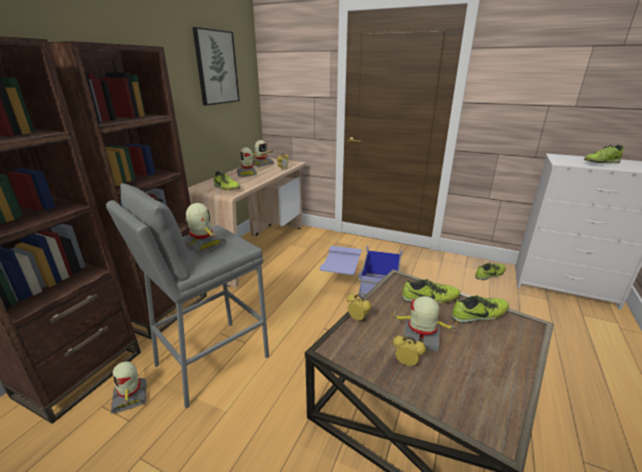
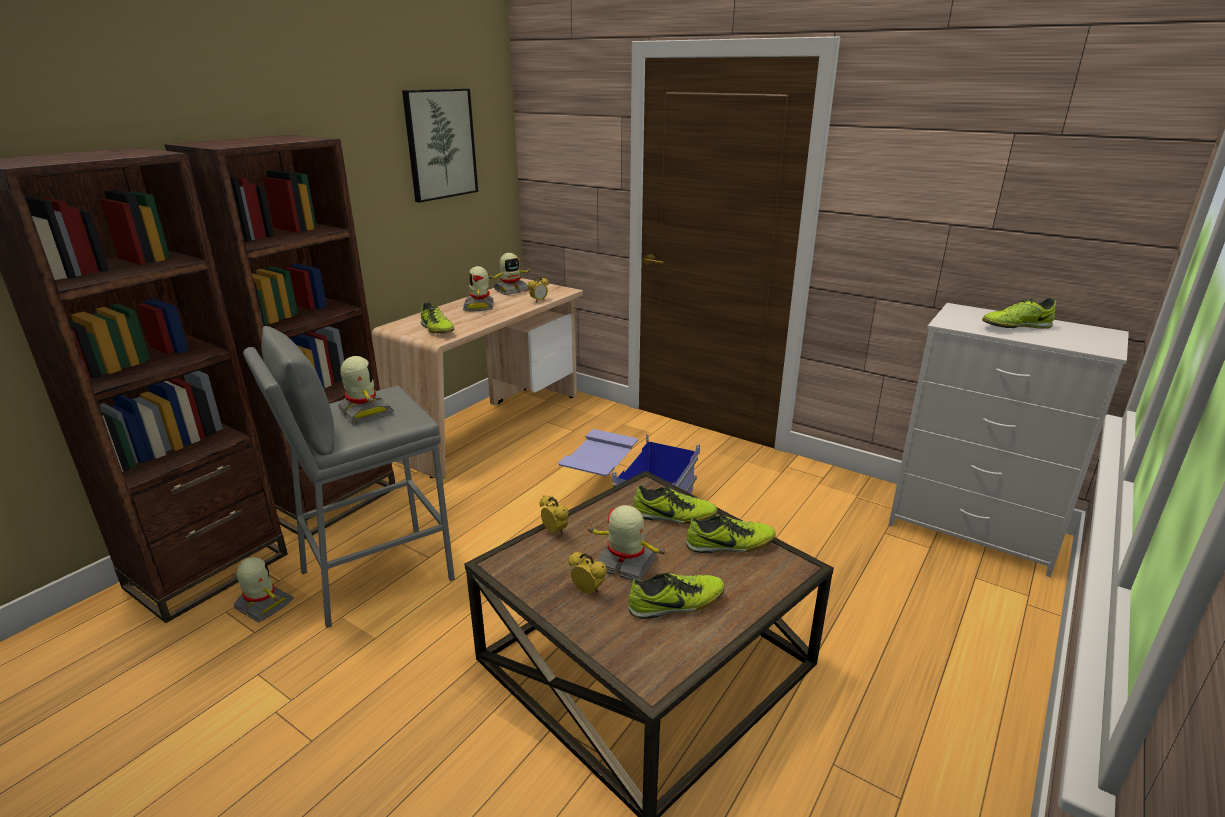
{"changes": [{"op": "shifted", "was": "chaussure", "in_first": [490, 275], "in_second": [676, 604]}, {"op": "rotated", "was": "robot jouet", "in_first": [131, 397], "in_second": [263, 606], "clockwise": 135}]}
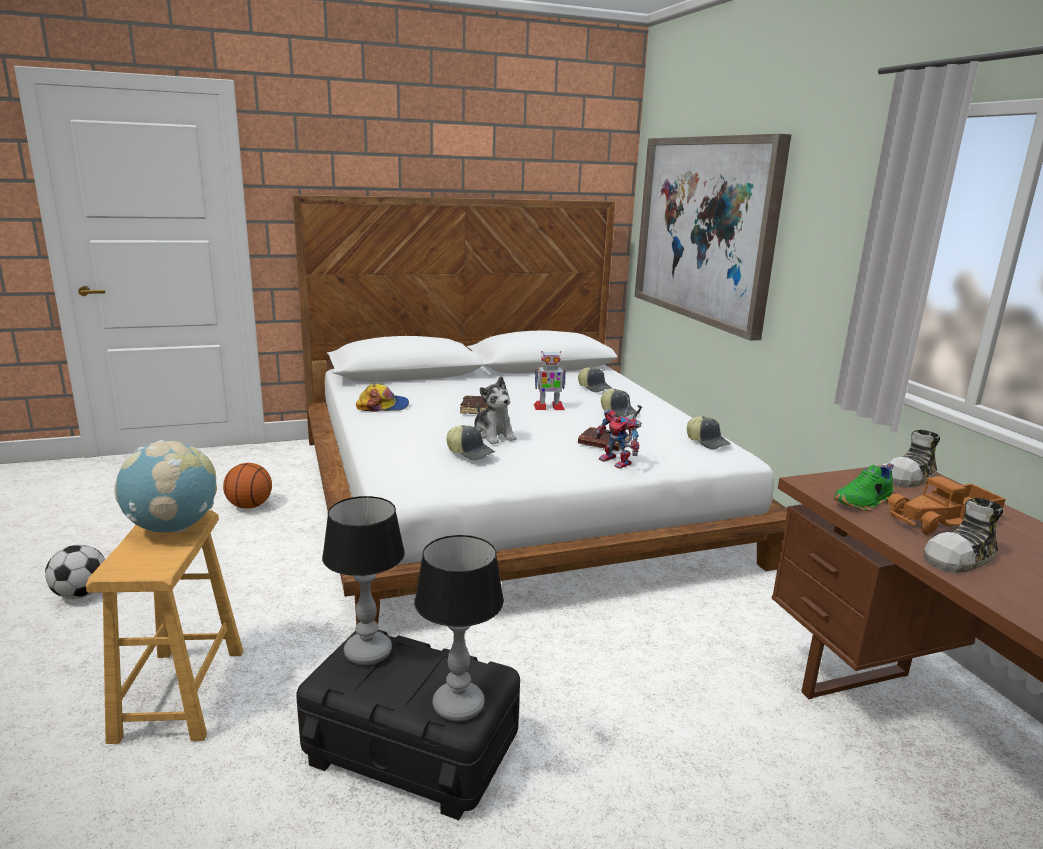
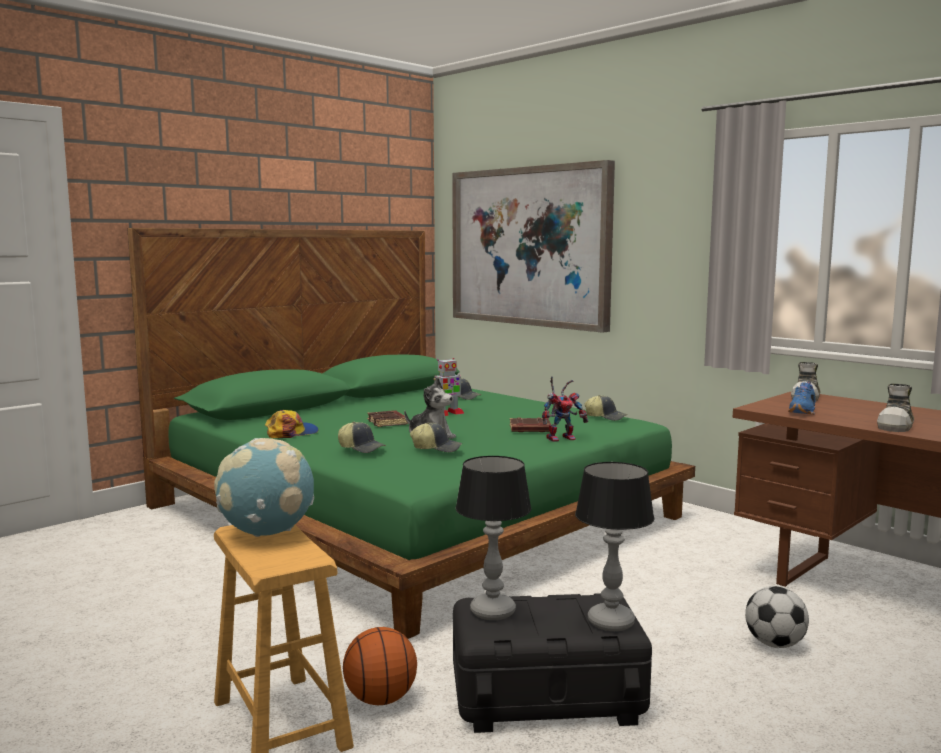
{"changes": [{"op": "gone", "was": "camion jouet", "in_first": [944, 520]}, {"op": "shifted", "was": "ballon de foot", "in_first": [81, 594], "in_second": [774, 644]}, {"op": "shifted", "was": "ballon de basket", "in_first": [249, 506], "in_second": [380, 699]}, {"op": "shifted", "was": "casquette", "in_first": [619, 412], "in_second": [362, 448]}, {"op": "repainted", "was": "lit [blanc]", "now": "lit [vert]", "in_first": [510, 496], "in_second": [414, 511]}, {"op": "repainted", "was": "chaussure [vert]", "now": "chaussure [bleu]", "in_first": [864, 502], "in_second": [803, 411]}, {"op": "rotated", "was": "robot jouet", "in_first": [619, 462], "in_second": [562, 438], "clockwise": -45}]}
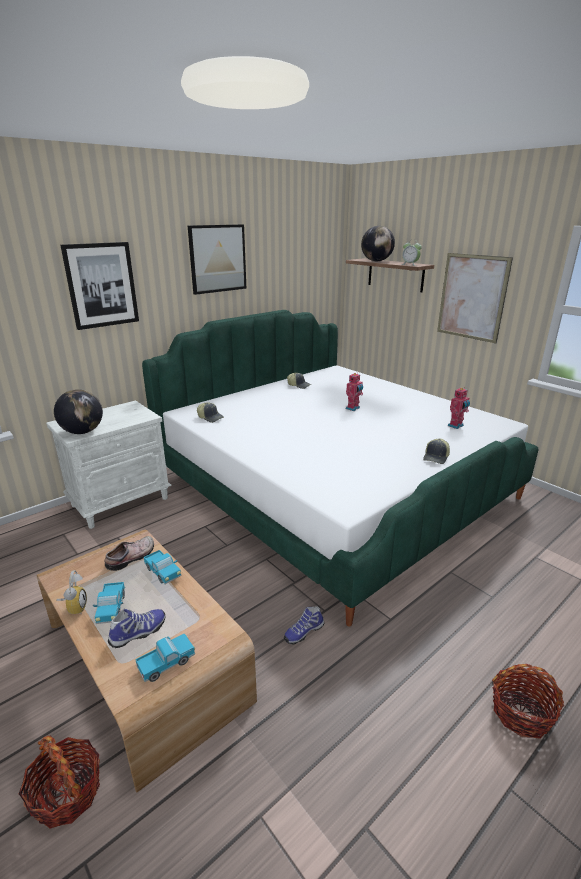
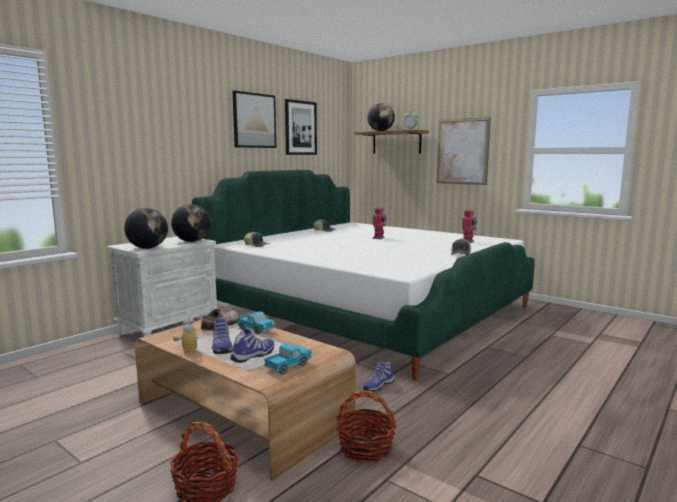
{"changes": [{"op": "new", "now": "globe", "in_second": [192, 241]}, {"op": "shifted", "was": "tableau", "in_first": [101, 285], "in_second": [300, 128]}, {"op": "shifted", "was": "panier", "in_first": [521, 713], "in_second": [365, 448]}, {"op": "swapped", "was": "camion jouet", "now": "chaussure", "in_first": [111, 609], "in_second": [221, 347]}]}
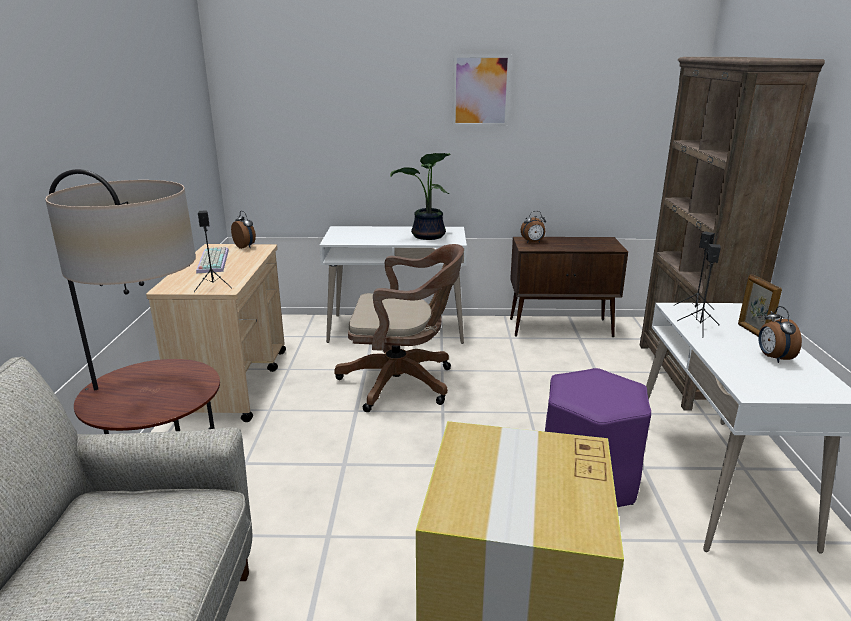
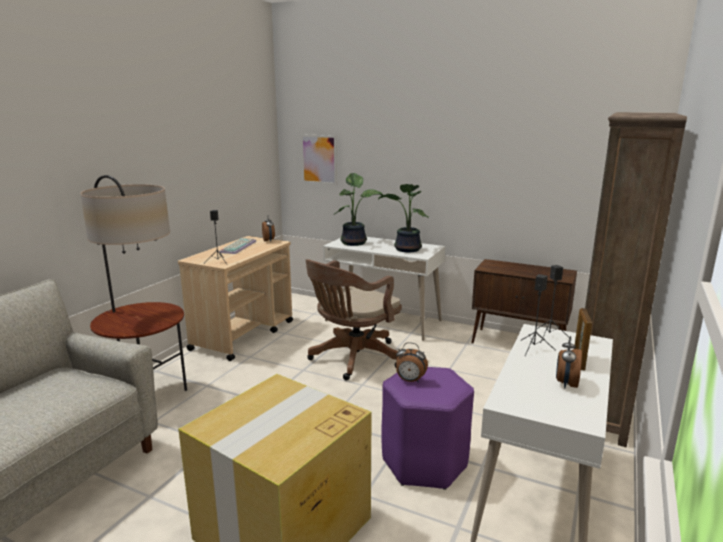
{"changes": [{"op": "new", "now": "plante en pot", "in_second": [355, 242]}, {"op": "shifted", "was": "tableau", "in_first": [481, 90], "in_second": [319, 159]}, {"op": "shifted", "was": "réveil", "in_first": [533, 242], "in_second": [410, 380]}, {"op": "rotated", "was": "chaise de bureau [marron]", "in_first": [403, 383], "in_second": [352, 359], "clockwise": 105}]}
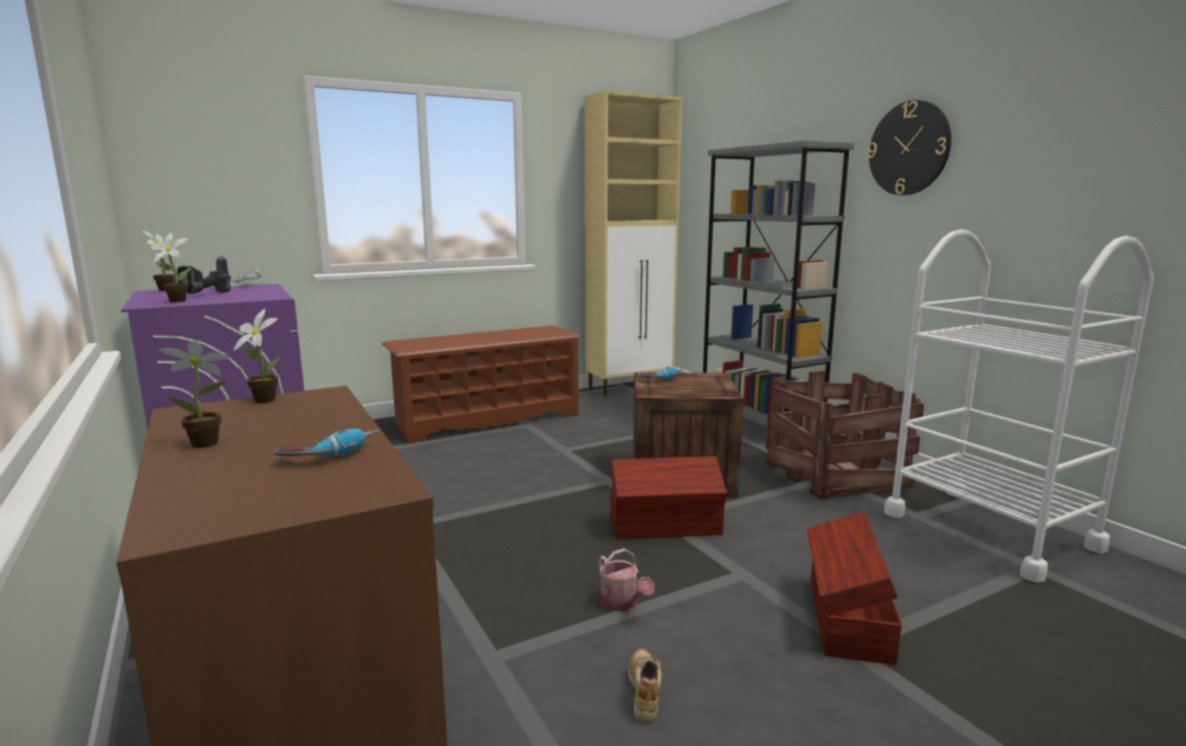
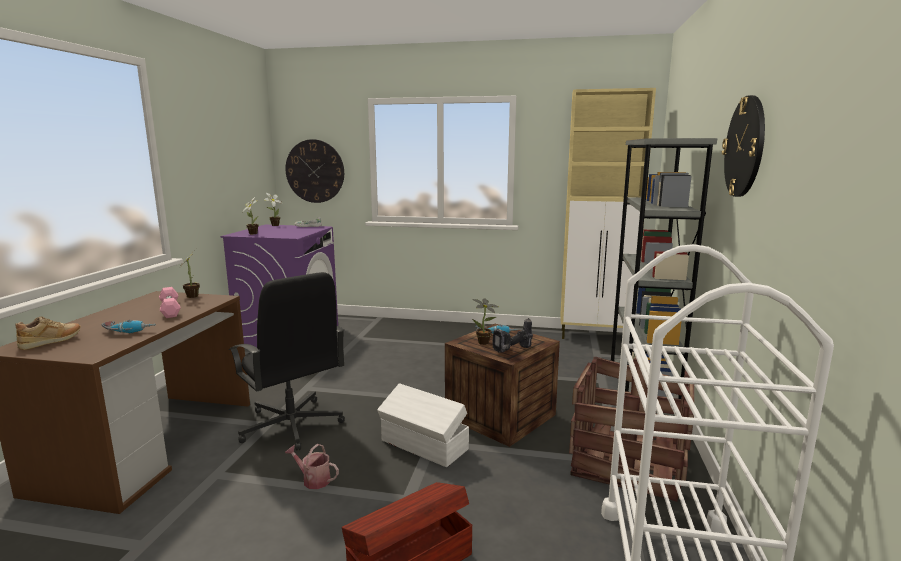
{"changes": [{"op": "gone", "was": "étagère à chaussures [marron]", "in_first": [487, 419]}, {"op": "new", "now": "haltère [rose]", "in_second": [170, 309]}, {"op": "new", "now": "chaise de bureau [noir]", "in_second": [291, 425]}, {"op": "new", "now": "horloge murale", "in_second": [315, 171]}, {"op": "shifted", "was": "plante en pot", "in_first": [209, 444], "in_second": [485, 343]}, {"op": "shifted", "was": "perceuse", "in_first": [208, 294], "in_second": [513, 351]}, {"op": "shifted", "was": "chaussure [beige]", "in_first": [644, 692], "in_second": [51, 342]}, {"op": "repainted", "was": "boîte de rangement [marron]", "now": "boîte de rangement [blanc]", "in_first": [666, 526], "in_second": [424, 445]}, {"op": "rotated", "was": "arrosoir", "in_first": [622, 603], "in_second": [313, 480], "clockwise": 105}]}
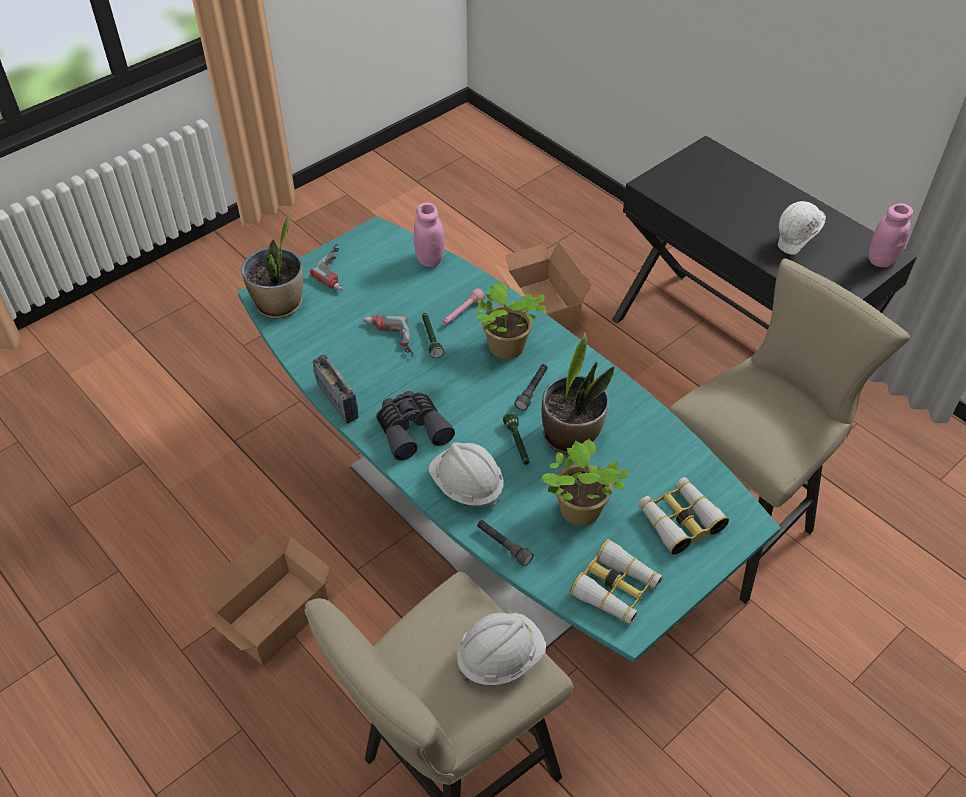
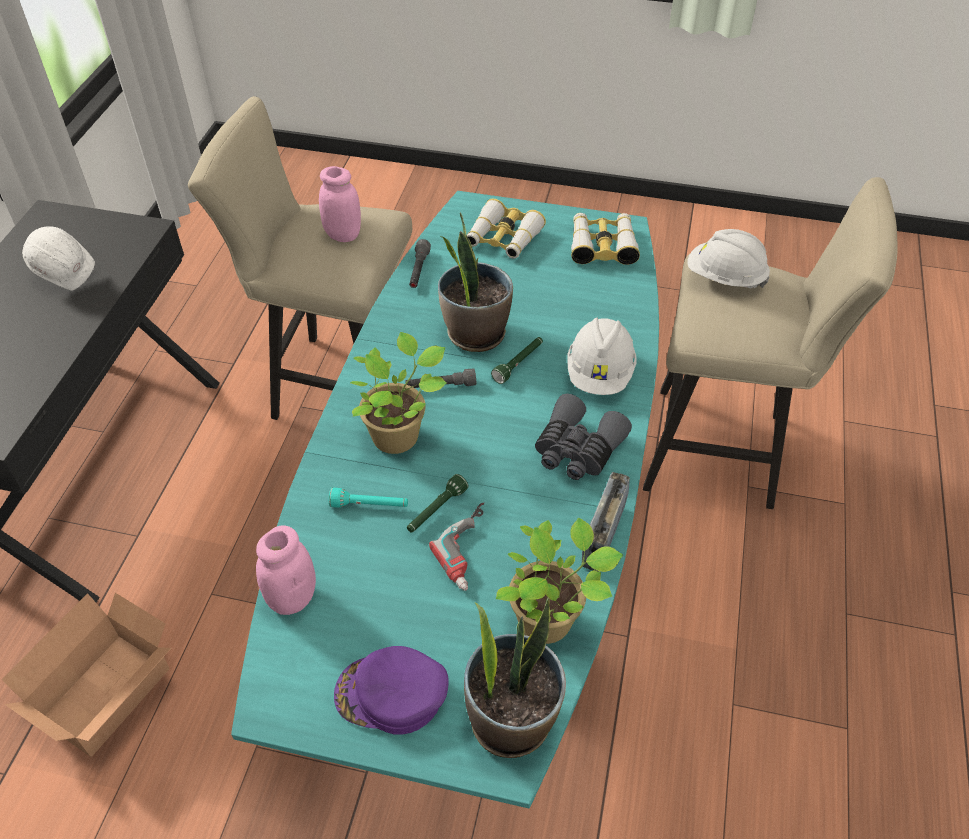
{"changes": [{"op": "gone", "was": "carton", "in_first": [272, 616]}, {"op": "shifted", "was": "lampe de poche [gris]", "in_first": [503, 545], "in_second": [418, 270]}, {"op": "shifted", "was": "plante en pot", "in_first": [578, 512], "in_second": [549, 620]}, {"op": "shifted", "was": "bocal [rose]", "in_first": [881, 260], "in_second": [343, 235]}, {"op": "swapped", "was": "perceuse", "now": "casquette [violet]", "in_first": [338, 271], "in_second": [391, 694]}, {"op": "repainted", "was": "lampe de poche [rose]", "now": "lampe de poche [turquoise]", "in_first": [462, 312], "in_second": [369, 505]}]}
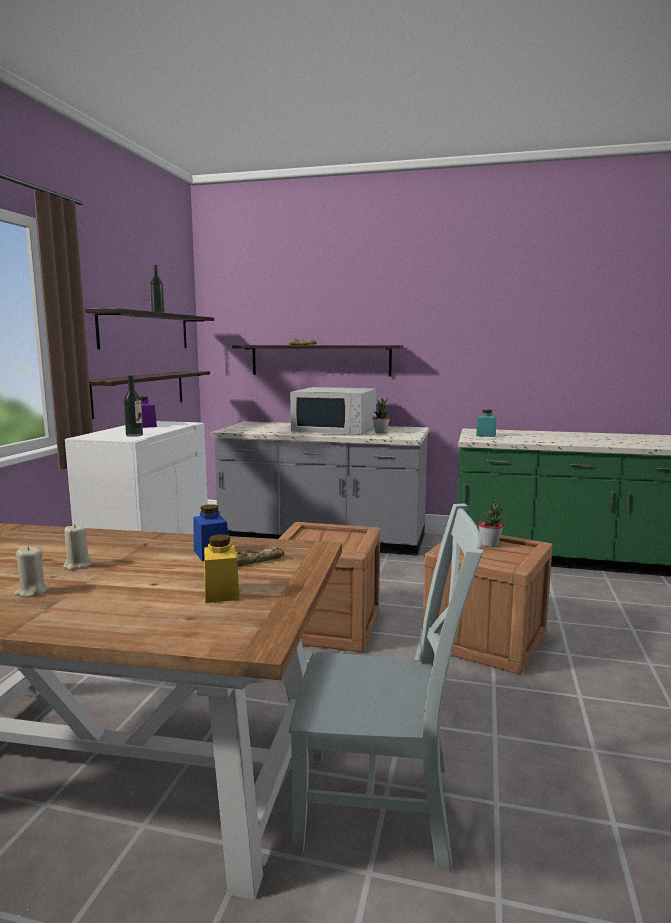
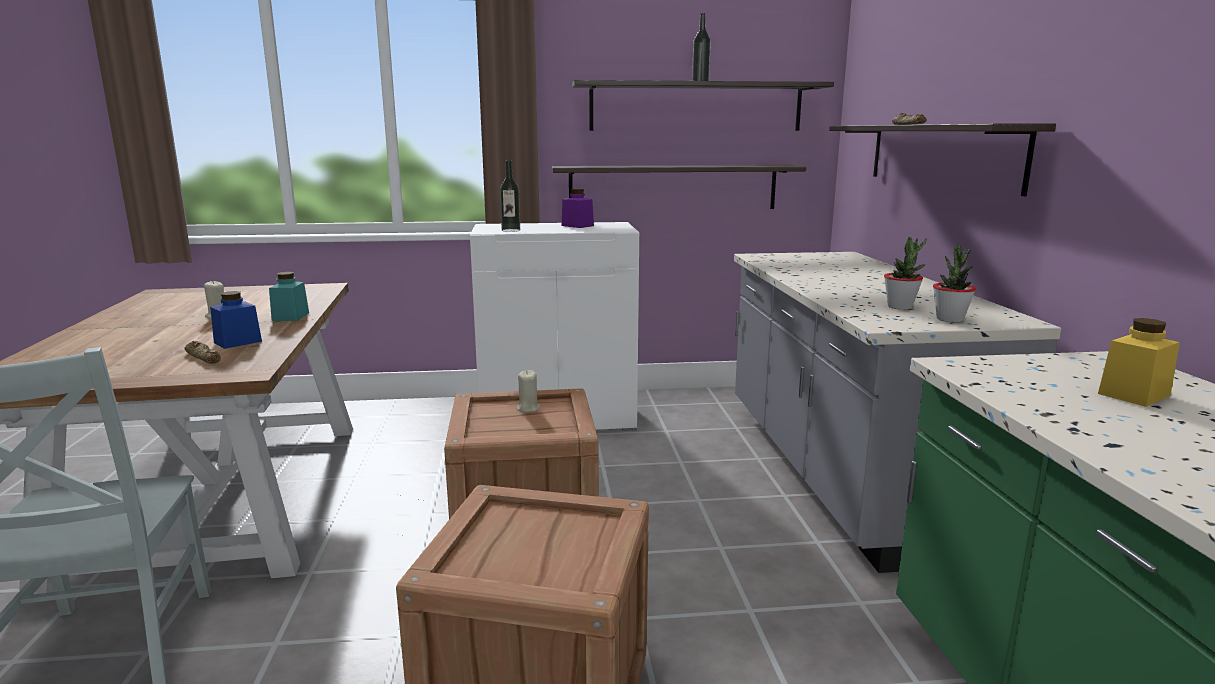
{"changes": [{"op": "gone", "was": "micro-ondes [blanc]", "in_first": [335, 430]}, {"op": "shifted", "was": "bougie [beige]", "in_first": [32, 592], "in_second": [527, 408]}, {"op": "shifted", "was": "bocal [jaune]", "in_first": [221, 593], "in_second": [1133, 395]}, {"op": "shifted", "was": "bocal [turquoise]", "in_first": [486, 435], "in_second": [290, 317]}, {"op": "shifted", "was": "plante en pot", "in_first": [489, 544], "in_second": [949, 319]}]}
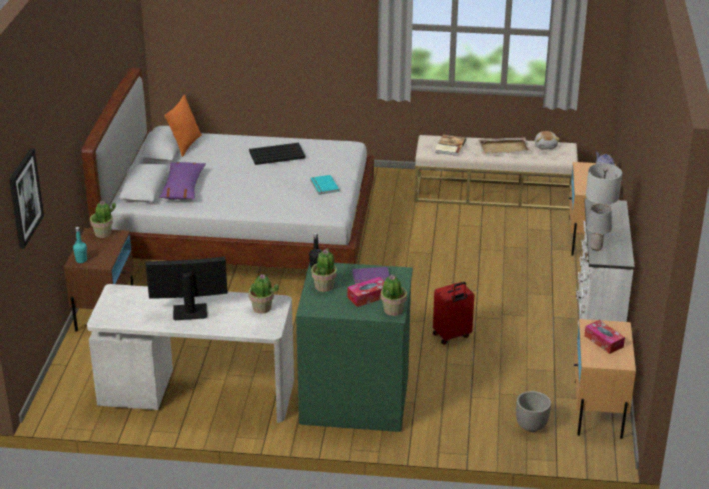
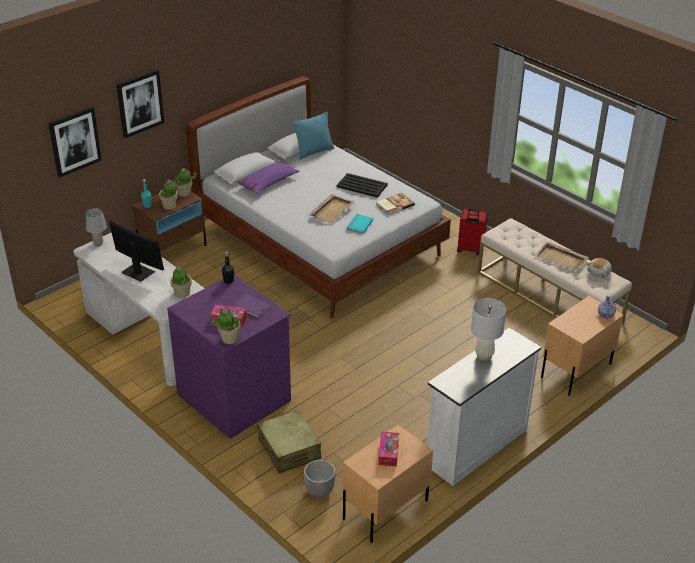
{"changes": [{"op": "new", "now": "tableau", "in_second": [140, 103]}, {"op": "new", "now": "valise [beige]", "in_second": [289, 449]}, {"op": "new", "now": "plateau [beige]", "in_second": [332, 210]}, {"op": "shifted", "was": "plante en pot", "in_first": [324, 286], "in_second": [169, 205]}, {"op": "shifted", "was": "valise [rouge]", "in_first": [452, 336], "in_second": [470, 250]}, {"op": "shifted", "was": "livre", "in_first": [449, 146], "in_second": [394, 204]}, {"op": "shifted", "was": "lampe de table [gris]", "in_first": [596, 247], "in_second": [98, 243]}, {"op": "repainted", "was": "coussin [orange]", "now": "coussin [turquoise]", "in_first": [185, 145], "in_second": [314, 152]}, {"op": "repainted", "was": "commode [vert]", "now": "commode [violet]", "in_first": [355, 397], "in_second": [235, 396]}]}
